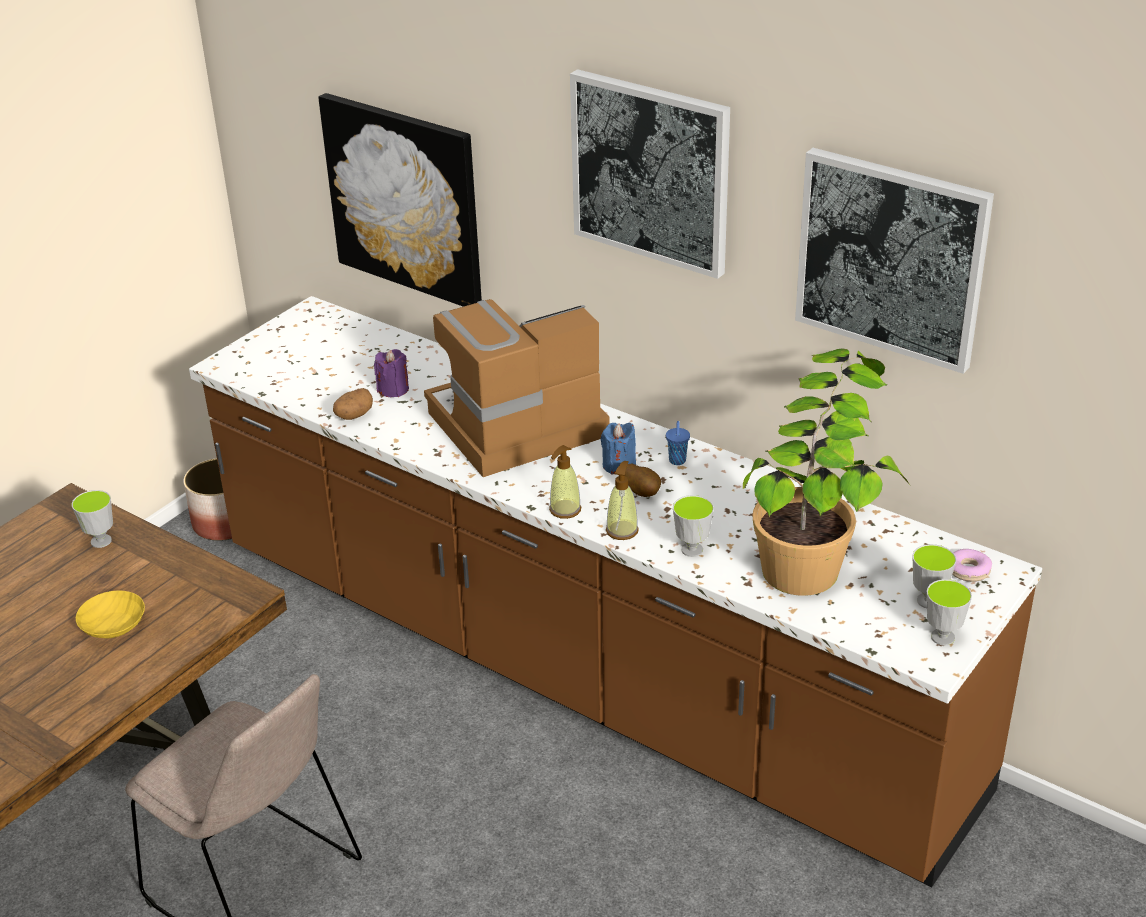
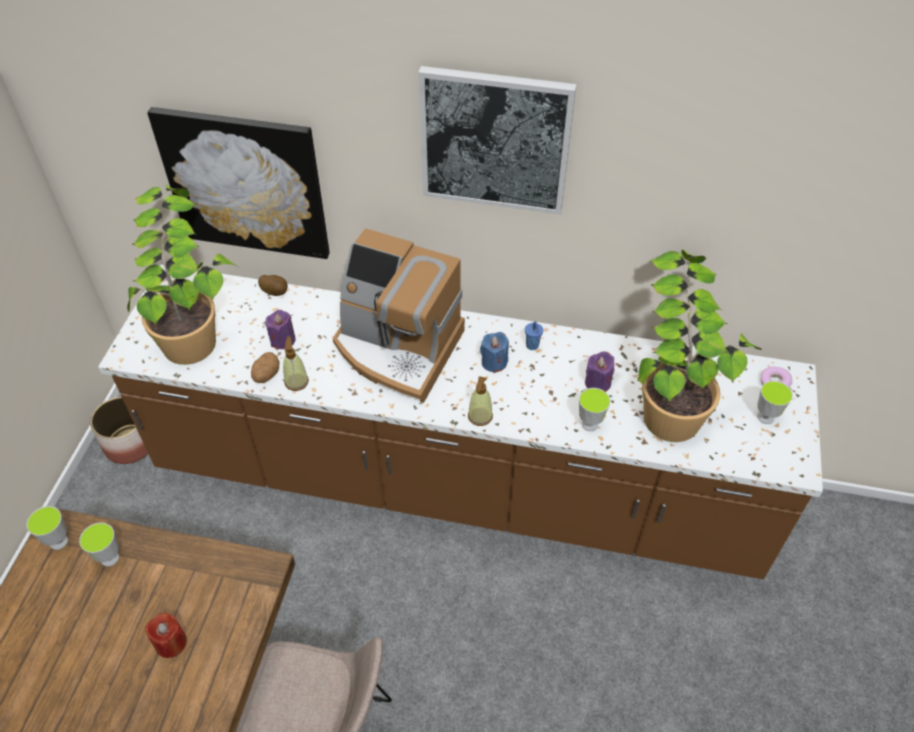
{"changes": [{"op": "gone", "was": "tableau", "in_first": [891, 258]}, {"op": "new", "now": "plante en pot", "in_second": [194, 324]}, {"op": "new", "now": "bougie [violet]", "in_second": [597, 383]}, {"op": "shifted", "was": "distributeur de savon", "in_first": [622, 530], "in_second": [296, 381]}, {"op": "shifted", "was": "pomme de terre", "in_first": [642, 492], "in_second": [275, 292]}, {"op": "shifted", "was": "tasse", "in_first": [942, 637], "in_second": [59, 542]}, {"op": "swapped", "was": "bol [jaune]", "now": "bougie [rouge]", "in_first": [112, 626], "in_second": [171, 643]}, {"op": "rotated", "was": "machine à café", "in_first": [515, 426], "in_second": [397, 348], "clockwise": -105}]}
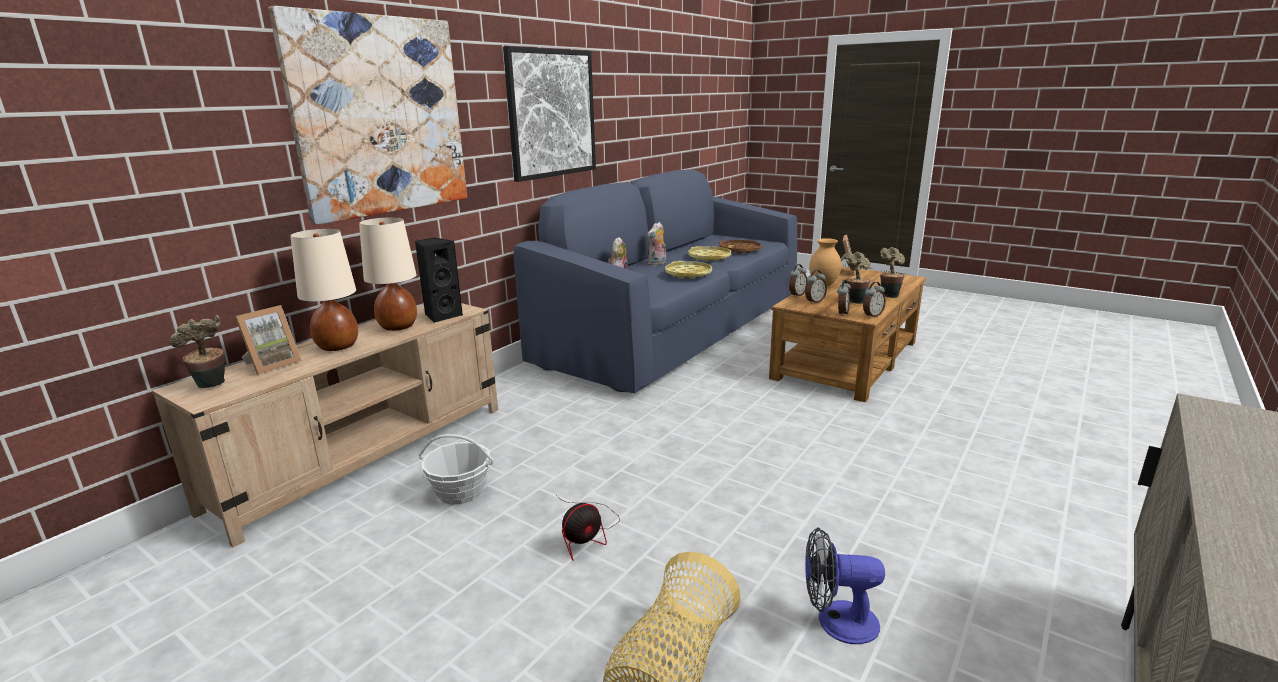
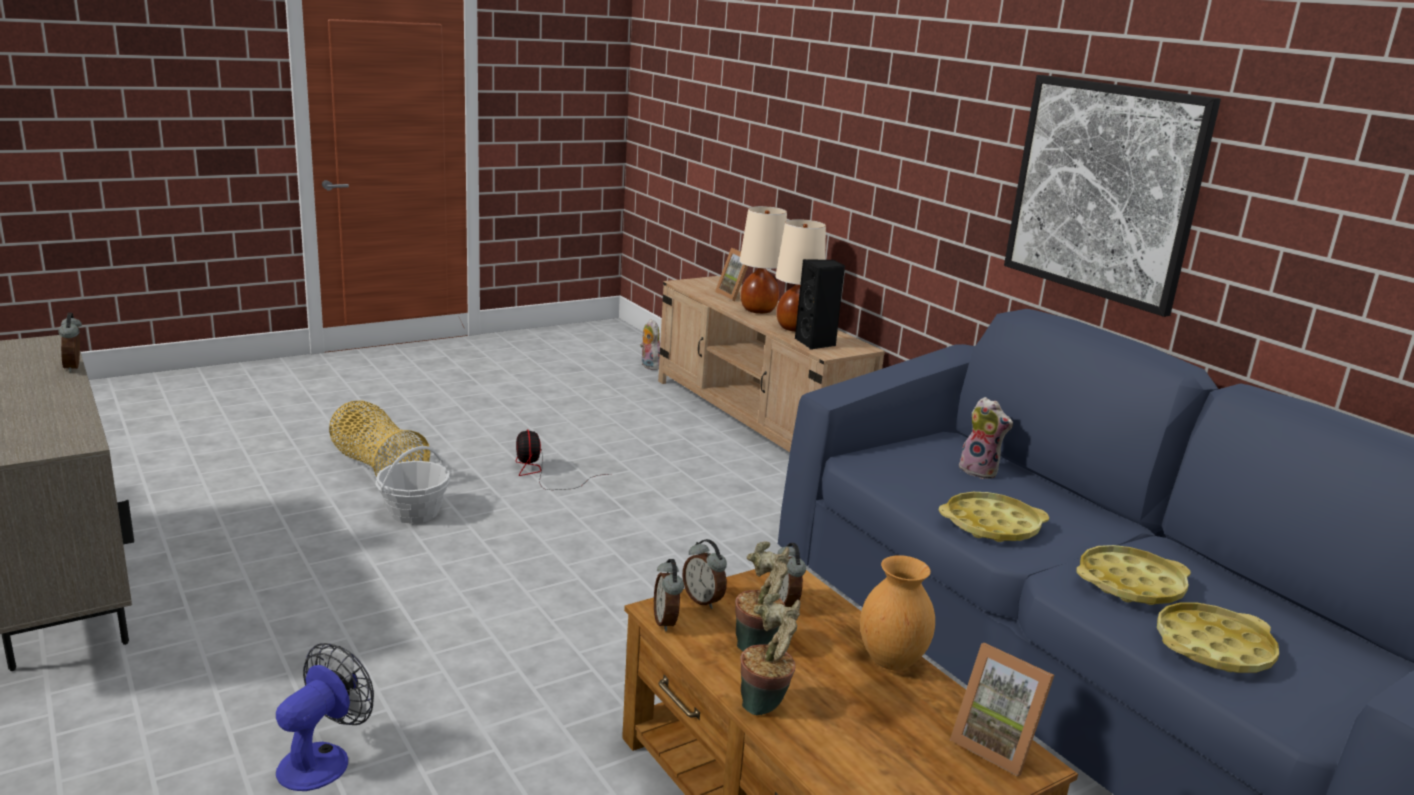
{"changes": [{"op": "gone", "was": "plante en pot", "in_first": [212, 386]}, {"op": "gone", "was": "tableau", "in_first": [380, 117]}, {"op": "shifted", "was": "panier", "in_first": [460, 492], "in_second": [414, 512]}, {"op": "shifted", "was": "peluche", "in_first": [657, 263], "in_second": [648, 366]}, {"op": "shifted", "was": "réveil", "in_first": [796, 295], "in_second": [75, 367]}, {"op": "shifted", "was": "ventilateur", "in_first": [836, 621], "in_second": [323, 759]}, {"op": "repainted", "was": "plateau [marron]", "now": "plateau [jaune]", "in_first": [739, 250], "in_second": [1213, 647]}]}
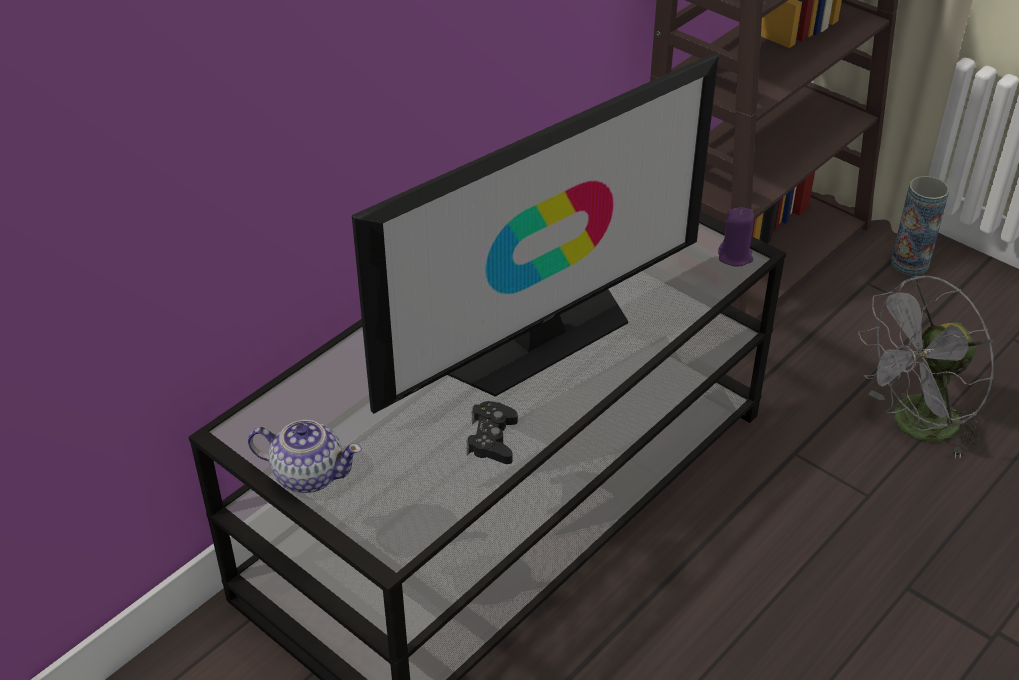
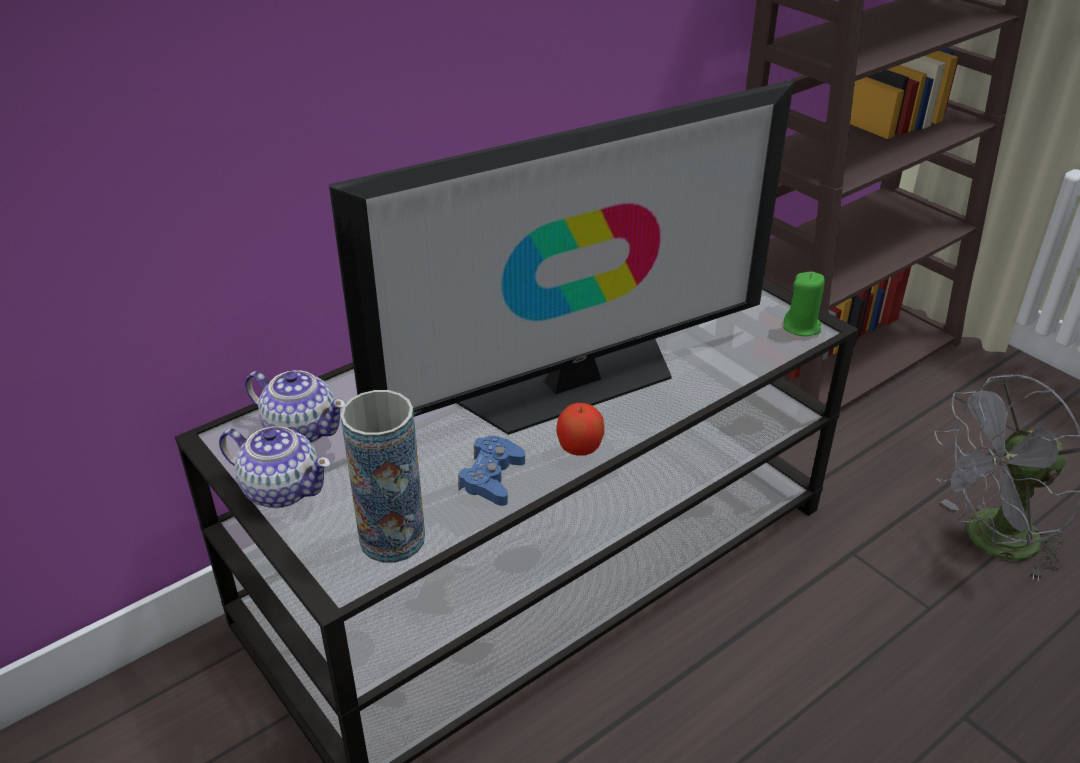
{"changes": [{"op": "new", "now": "théière", "in_second": [301, 430]}, {"op": "new", "now": "pomme", "in_second": [579, 448]}, {"op": "shifted", "was": "vase", "in_first": [910, 263], "in_second": [392, 538]}, {"op": "repainted", "was": "manette [noir]", "now": "manette [bleu]", "in_first": [492, 439], "in_second": [492, 478]}, {"op": "repainted", "was": "bougie [violet]", "now": "bougie [vert]", "in_first": [735, 256], "in_second": [801, 327]}]}
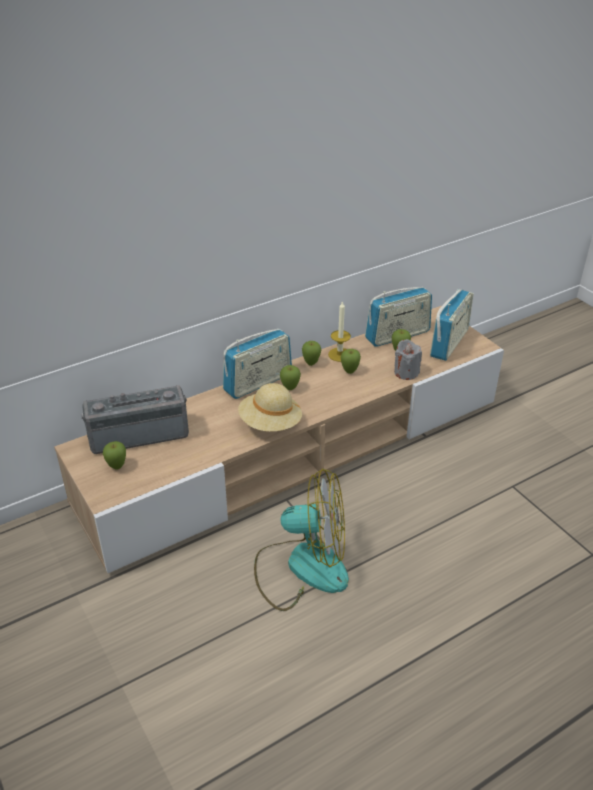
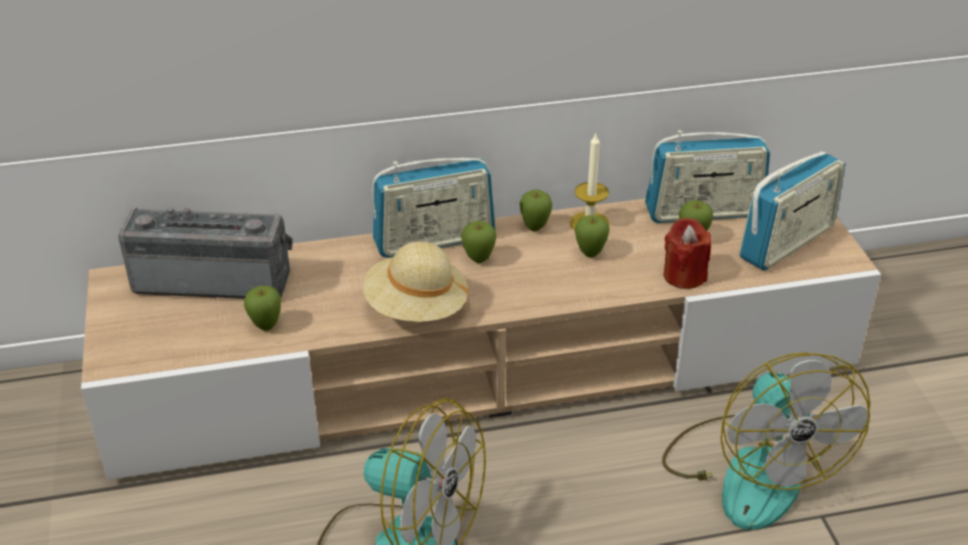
{"changes": [{"op": "new", "now": "ventilateur", "in_second": [750, 470]}, {"op": "shifted", "was": "pomme", "in_first": [117, 467], "in_second": [266, 326]}, {"op": "repainted", "was": "bougie [gris]", "now": "bougie [rouge]", "in_first": [406, 372], "in_second": [684, 275]}]}
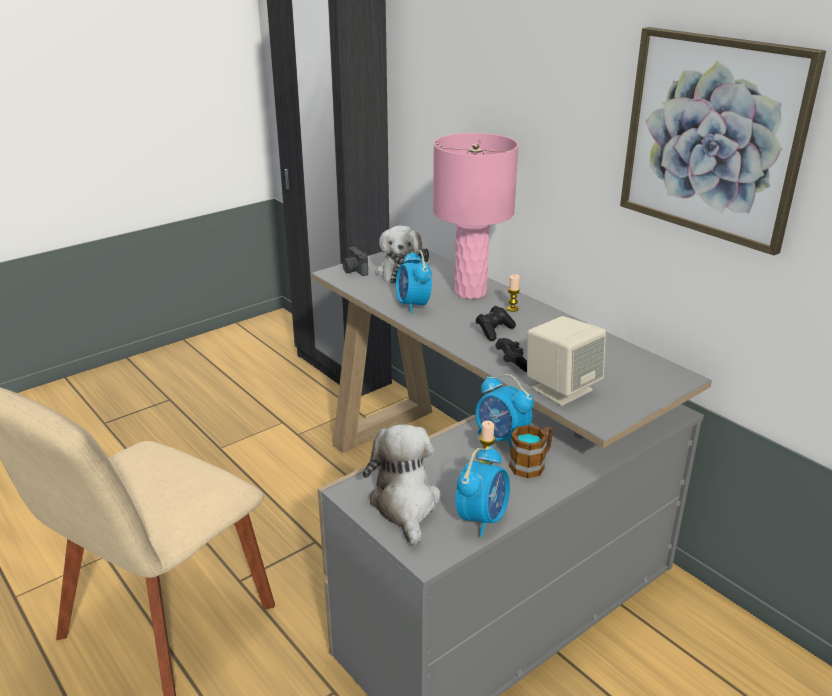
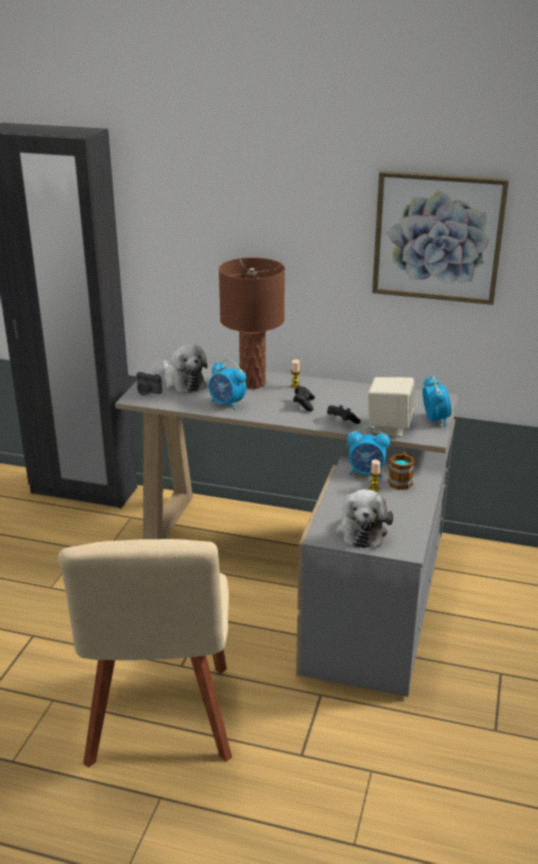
{"changes": [{"op": "shifted", "was": "réveil", "in_first": [482, 518], "in_second": [435, 420]}, {"op": "repainted", "was": "lampe de table [rose]", "now": "lampe de table [marron]", "in_first": [469, 292], "in_second": [252, 383]}, {"op": "rotated", "was": "peluche", "in_first": [405, 505], "in_second": [361, 530], "clockwise": -135}]}
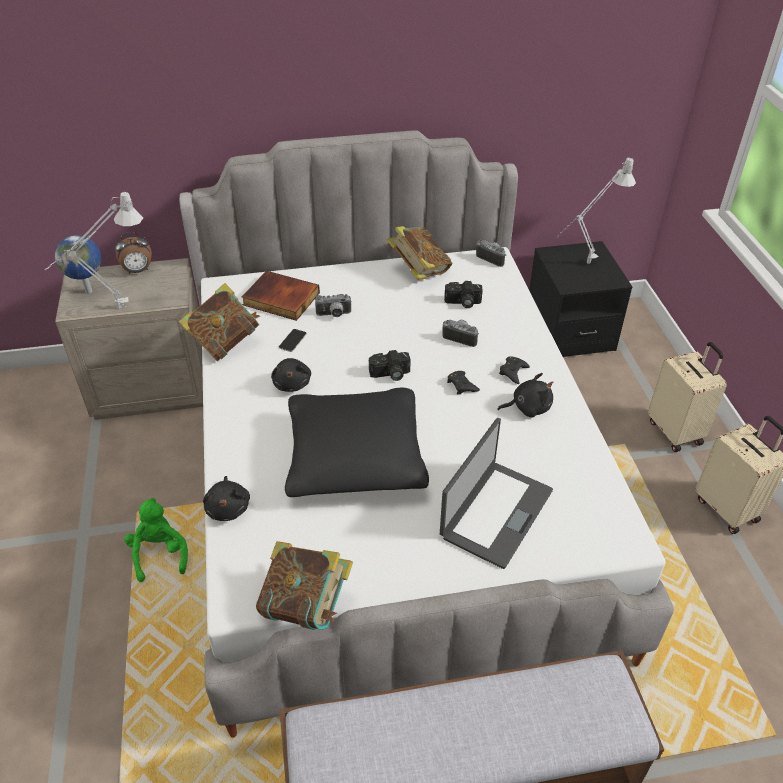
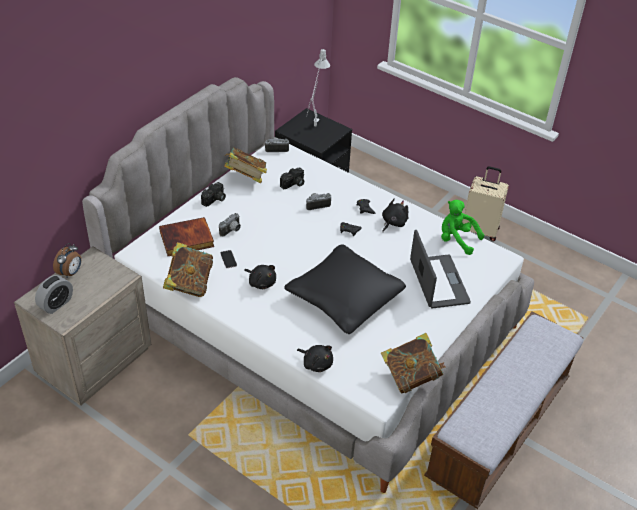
{"changes": [{"op": "gone", "was": "lampe de table [gris]", "in_first": [112, 310]}, {"op": "gone", "was": "valise [beige]", "in_first": [676, 431]}, {"op": "shifted", "was": "peluche [vert]", "in_first": [160, 554], "in_second": [456, 240]}, {"op": "shifted", "was": "appareil photo", "in_first": [390, 374], "in_second": [214, 200]}, {"op": "swapped", "was": "globe", "now": "réveil", "in_first": [89, 291], "in_second": [56, 304]}]}
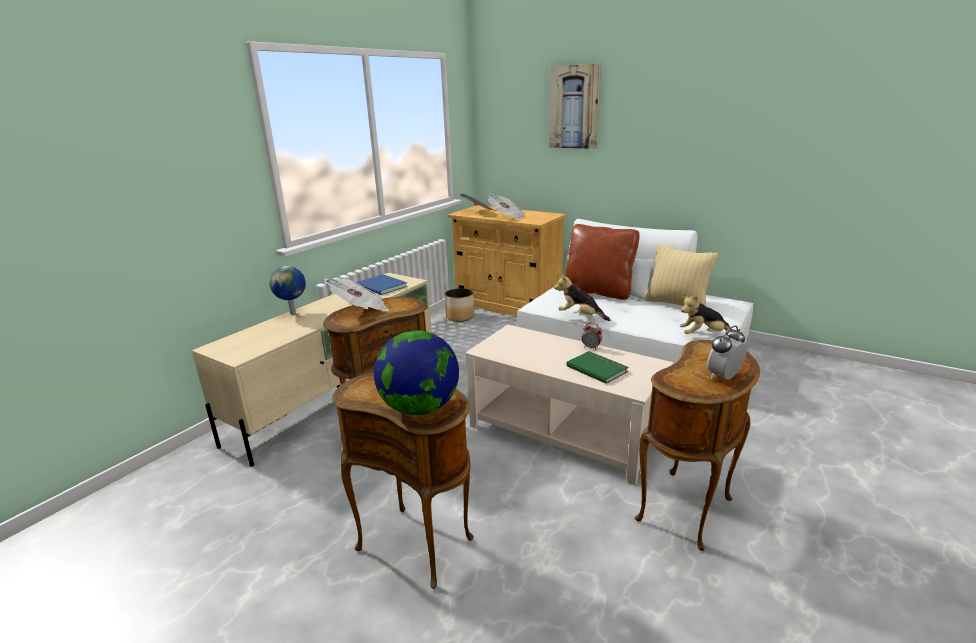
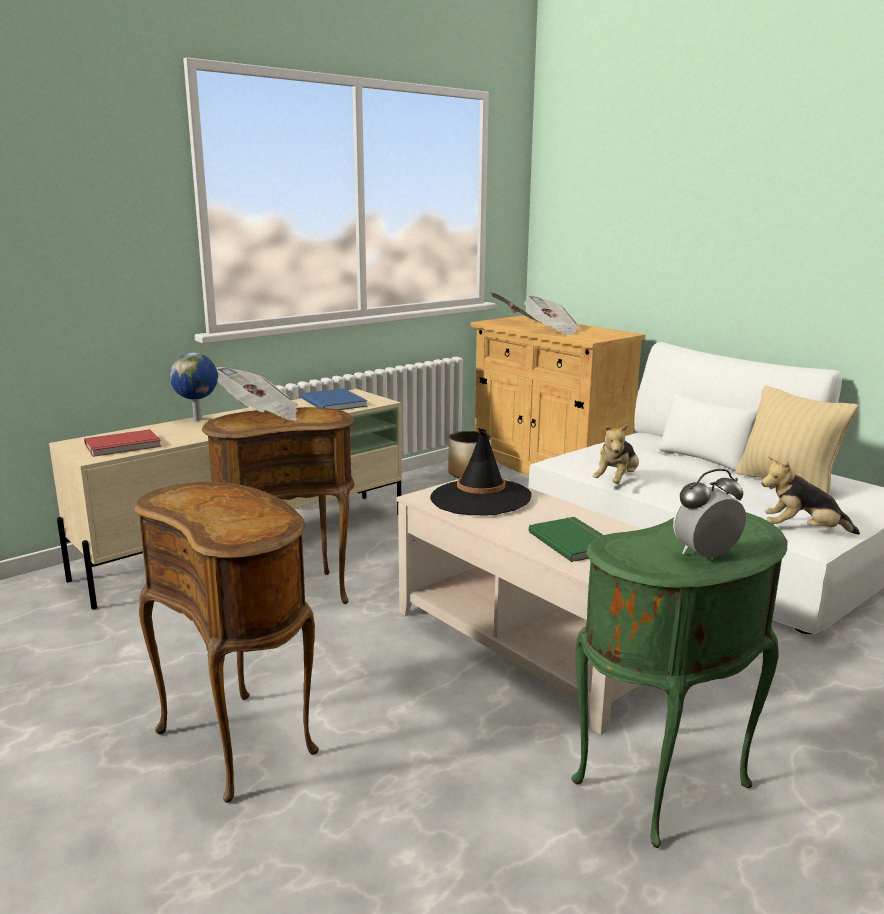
{"changes": [{"op": "gone", "was": "globe", "in_first": [420, 408]}, {"op": "gone", "was": "tableau", "in_first": [574, 107]}, {"op": "gone", "was": "coussin [marron]", "in_first": [598, 292]}, {"op": "gone", "was": "réveil", "in_first": [591, 347]}, {"op": "new", "now": "livre [rouge]", "in_second": [123, 446]}, {"op": "new", "now": "chapeau [noir]", "in_second": [480, 498]}, {"op": "repainted", "was": "table d'appoint [marron]", "now": "table d'appoint [vert]", "in_first": [688, 510], "in_second": [667, 787]}, {"op": "rotated", "was": "peluche", "in_first": [580, 316], "in_second": [616, 481], "clockwise": -105}]}
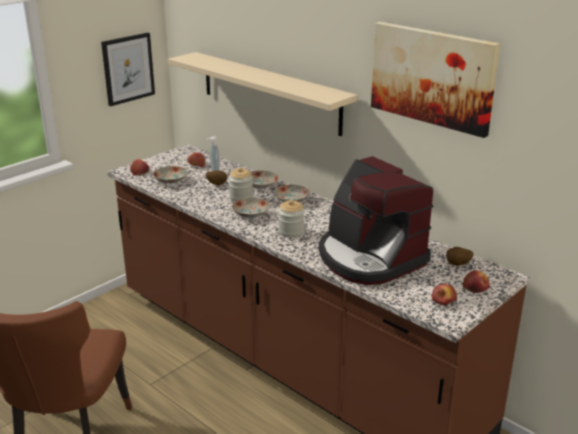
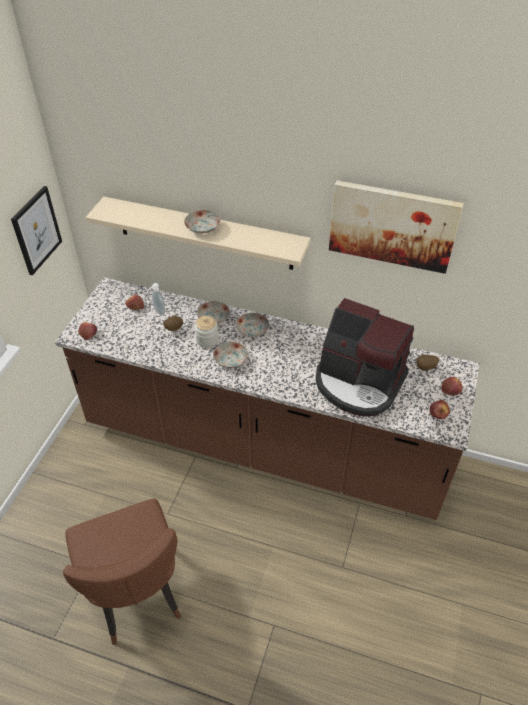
{"changes": [{"op": "gone", "was": "bocal", "in_first": [291, 232]}, {"op": "shifted", "was": "assiette", "in_first": [170, 181], "in_second": [203, 228]}]}
